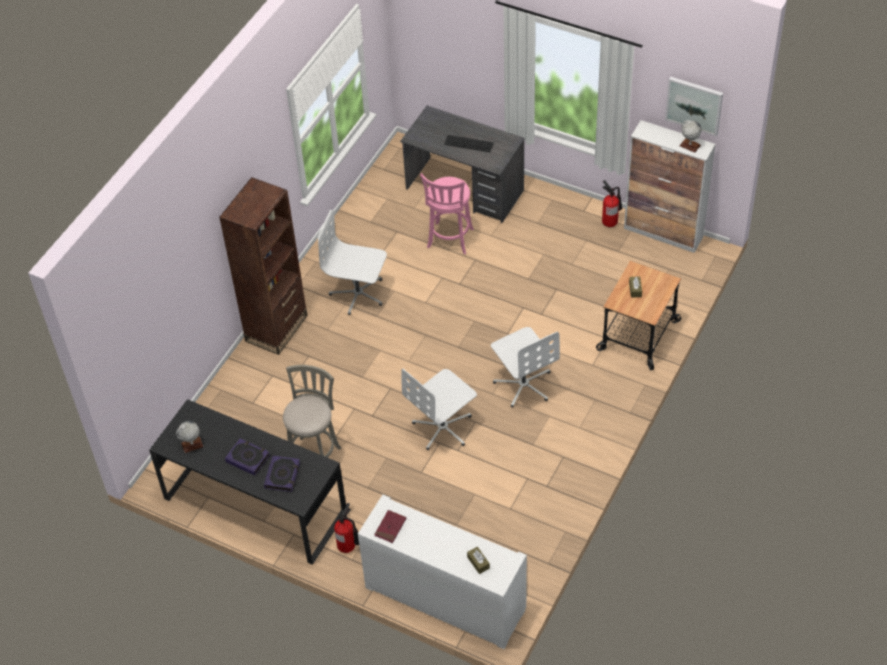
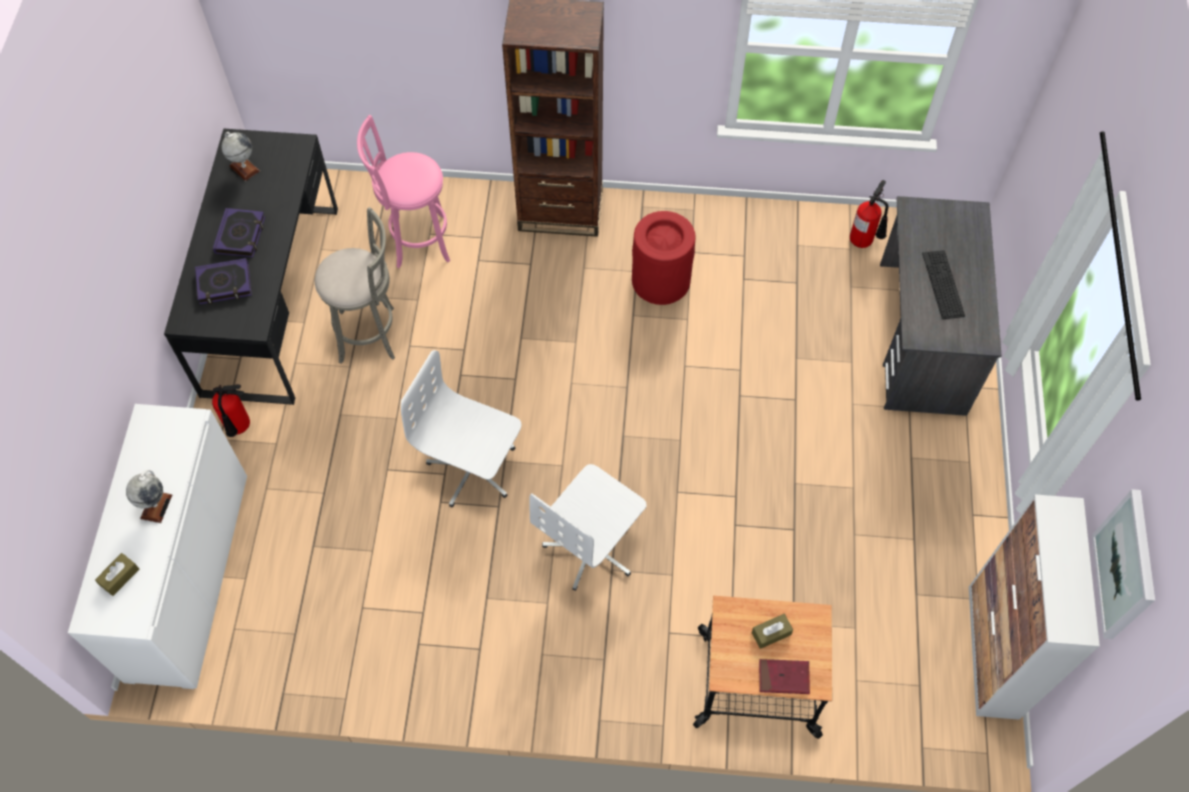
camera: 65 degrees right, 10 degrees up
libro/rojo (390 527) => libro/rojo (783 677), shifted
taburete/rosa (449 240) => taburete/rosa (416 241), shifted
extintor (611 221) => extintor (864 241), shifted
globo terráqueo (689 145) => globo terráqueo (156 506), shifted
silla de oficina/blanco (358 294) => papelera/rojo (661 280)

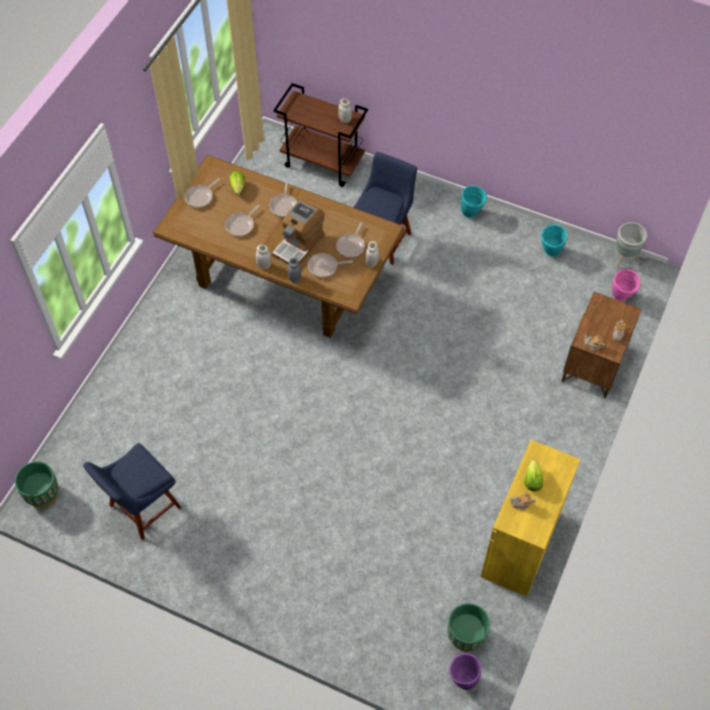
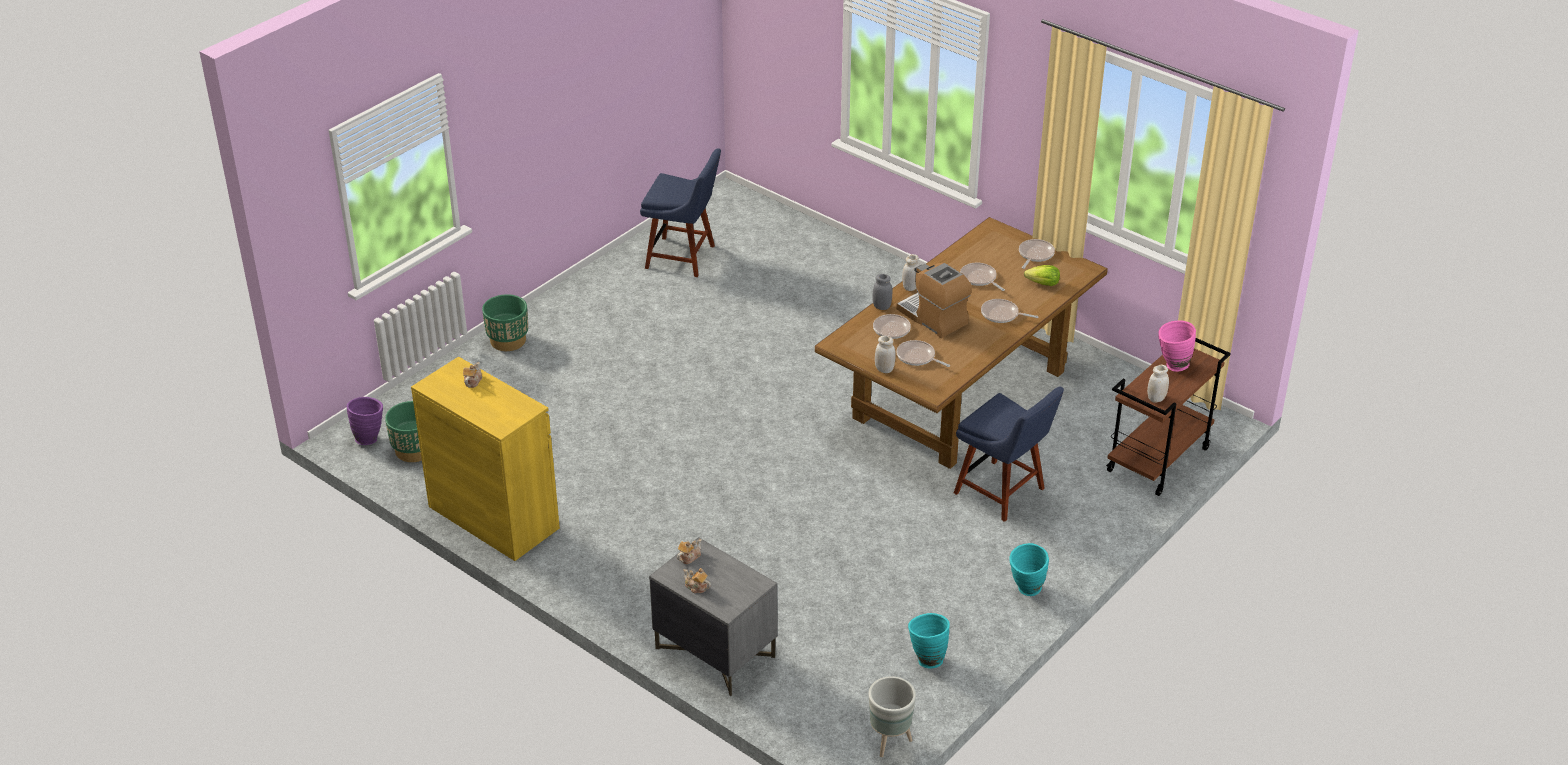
camera: 105 degrees right, 20 degrees down
lechuga (532 481) => nothing
maceta/verde (42 494) => maceta/verde (508 341), shifted
florero/rosa (621 298) => florero/rosa (1172 366), shifted
mesita de noche/marrón (594 364) => mesita de noche/gris (714 652)
silla/azul (142 509) => silla/azul (684 257), 135 degrees clockwise
sartén (200 197) => sartén (1035 255), 60 degrees clockwise

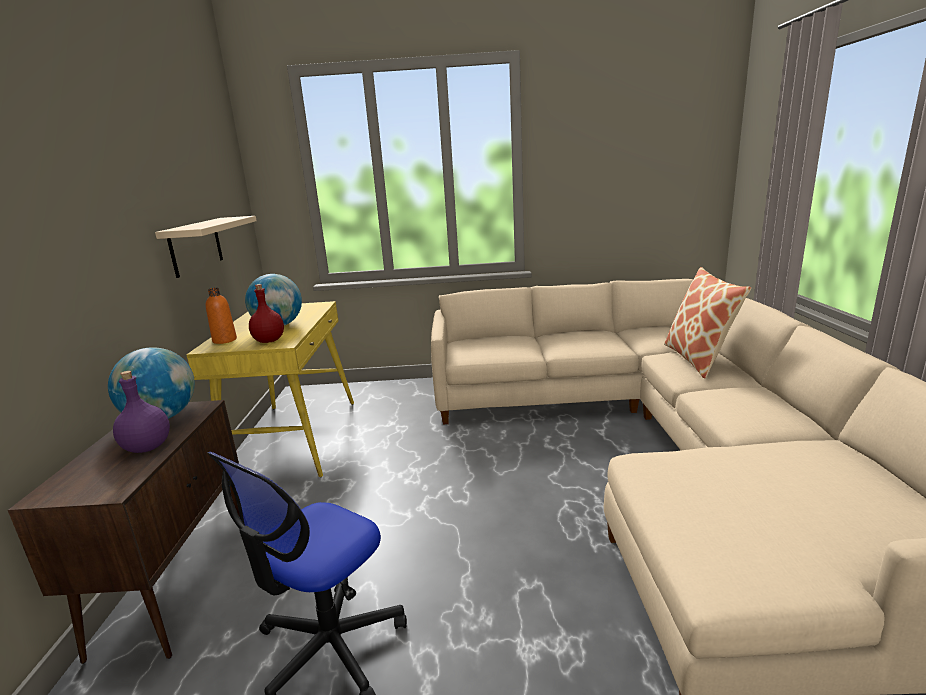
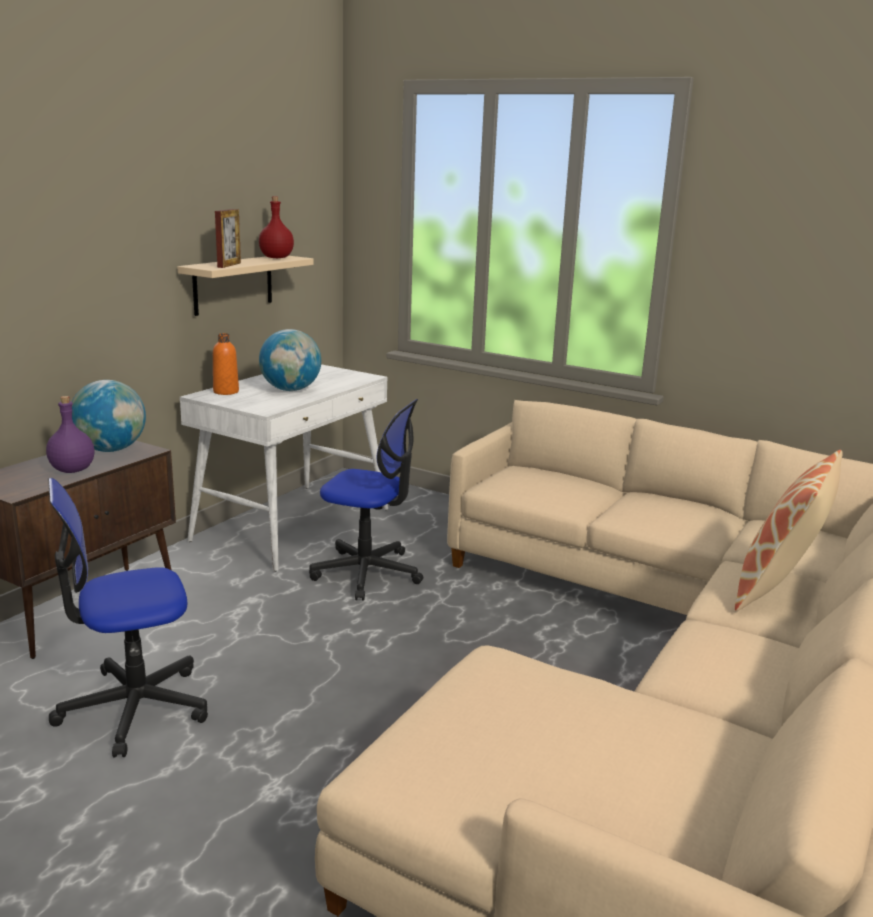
camera: 30 degrees right, 0 degrees up
nothing => portarretratos (229 265)
nothing => silla de oficina (367 573)
botella/rojo (268 341) => botella/rojo (276 258), shifted
escritorio/amarillo (294 438) => escritorio/blanco (293 524)

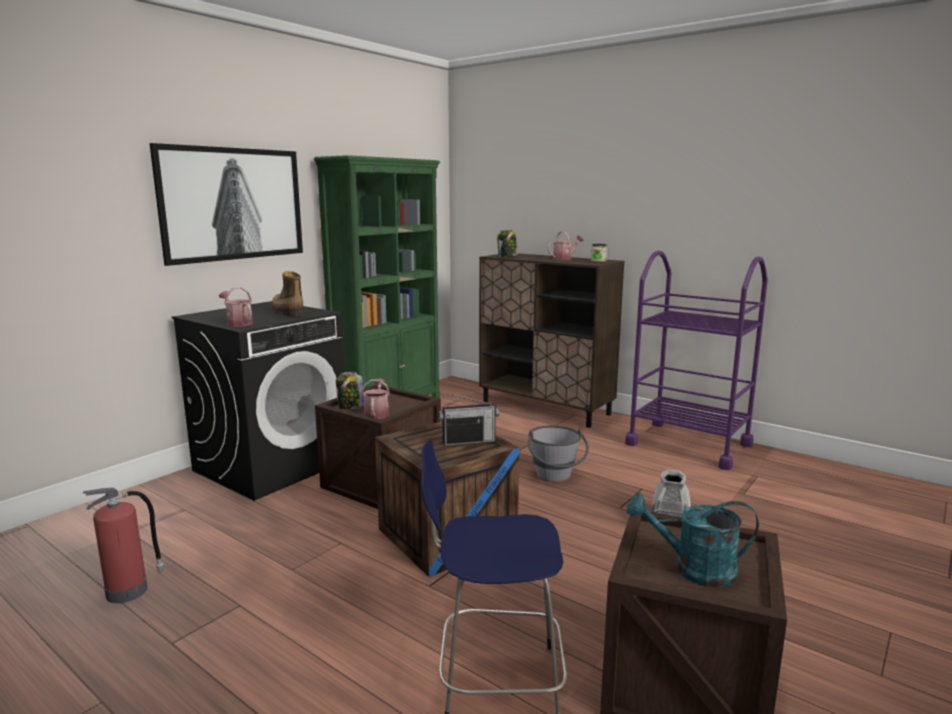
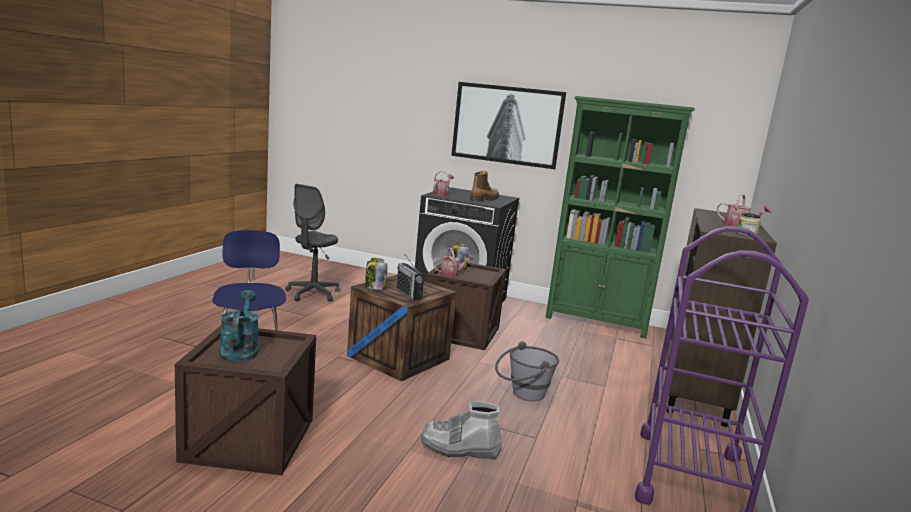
camera: 70 degrees right, 0 degrees up
tarro (507 256) => tarro (374 288), shifted
extintor (129 590) => silla de oficina/gris (313 294)

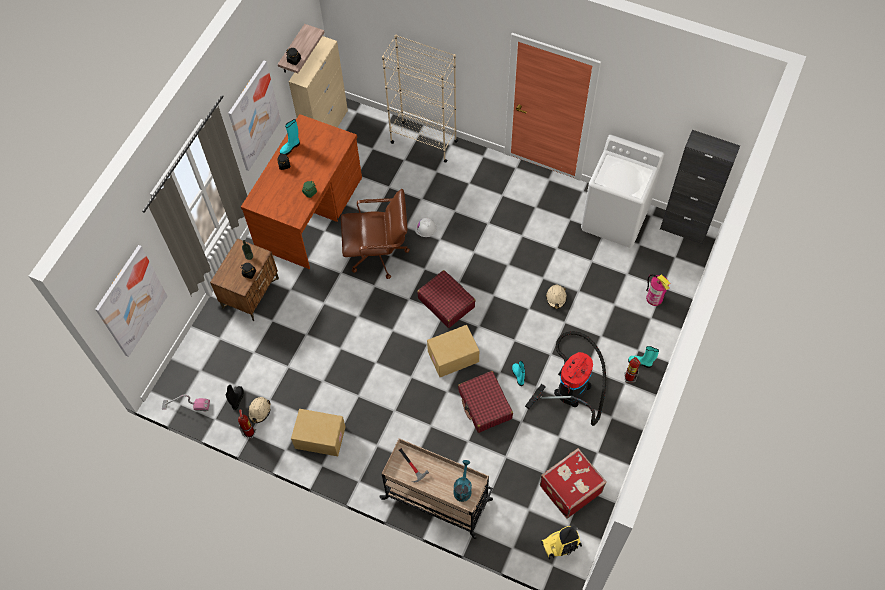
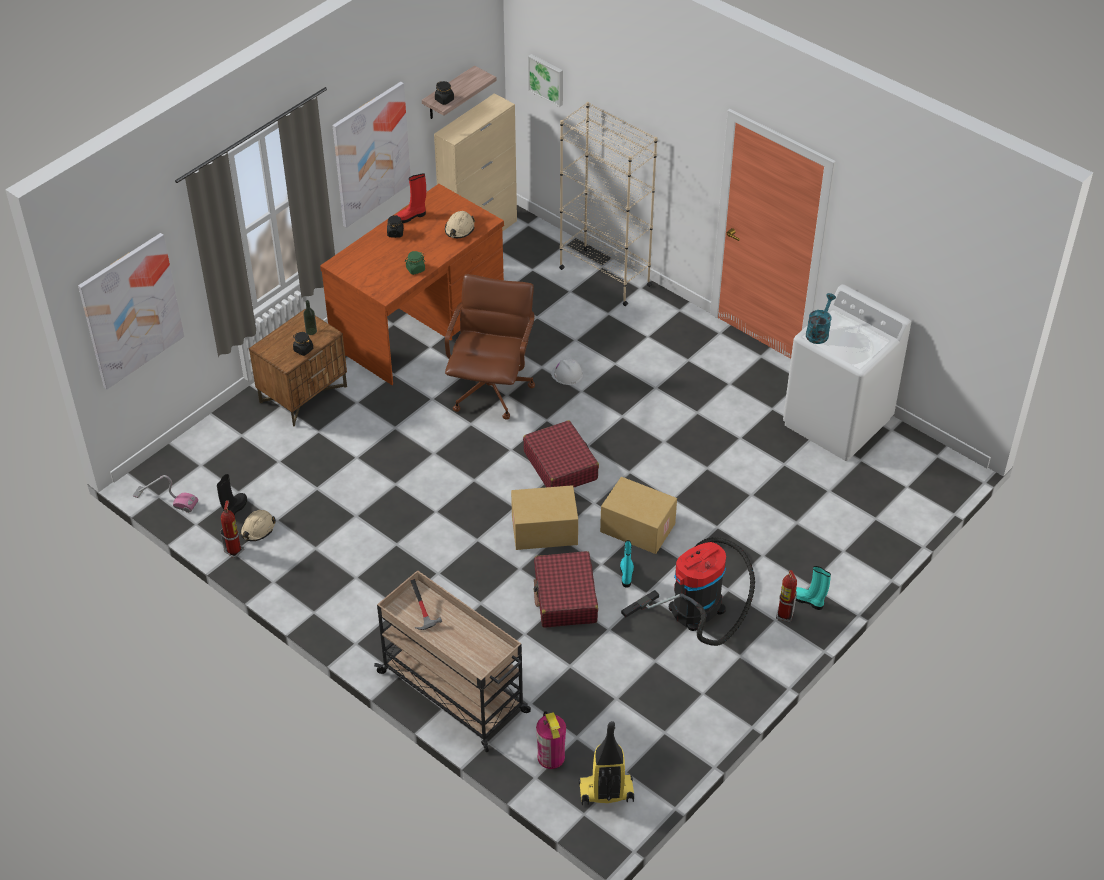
camera: 15 degrees right, 15 degrees down
maleta/rojo (569 488) => nothing
armario/negro (684 229) => nothing
nothing => cuadro (547 79)
caja de cartón (319 438) => caja de cartón (636 528), shifted
regadera/turquesa (462 488) => regadera/turquesa (818 332), shifted
casco/beis (556 298) => casco/beis (459 229), shifted
extintor (654 298) => extintor (551 757), shifted
bota/turquesa (290 148) => bota/rojo (411 216)
silla de oficina/marrón (378 254) => silla de oficina/marrón (491 389), 90 degrees counterclockwise

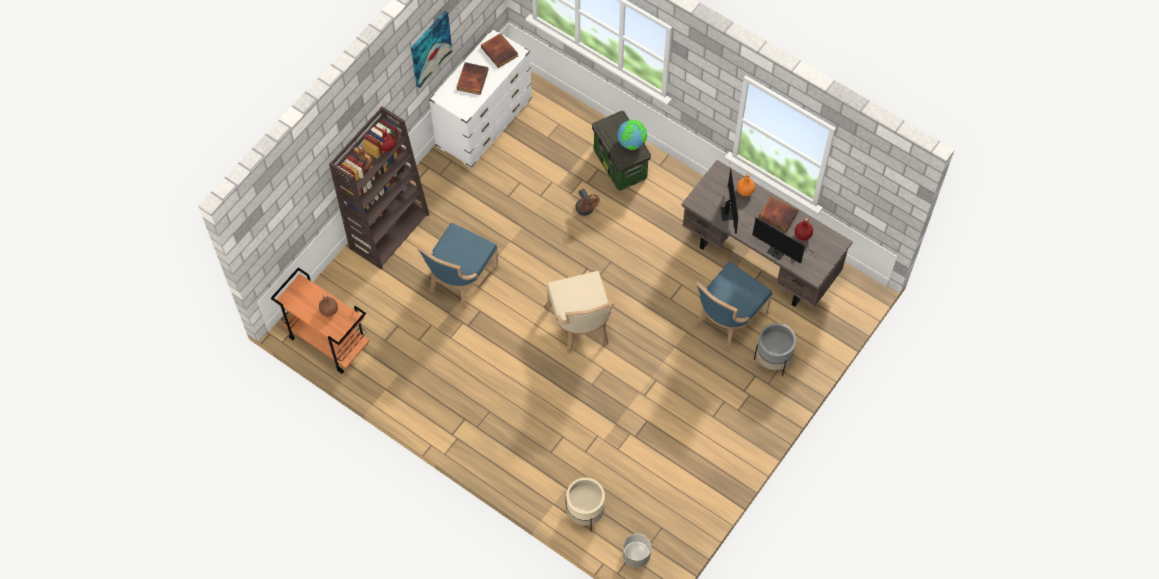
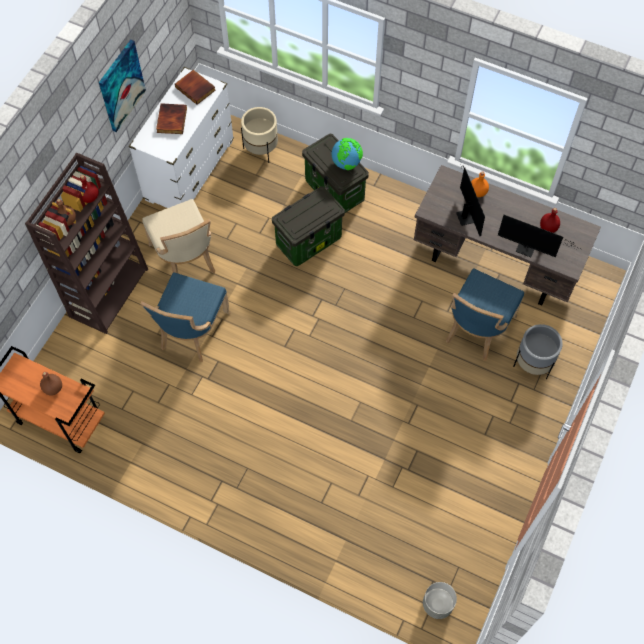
camera: 10 degrees left, 0 degrees up
libro (779 214) => nothing
silla/beis (581 326) => silla/beis (185 259), shifted
maceta/beis (585 513) => maceta/beis (261 149), shifted
ventilador/marrón (586 210) => caja de almacenaje (309 241)

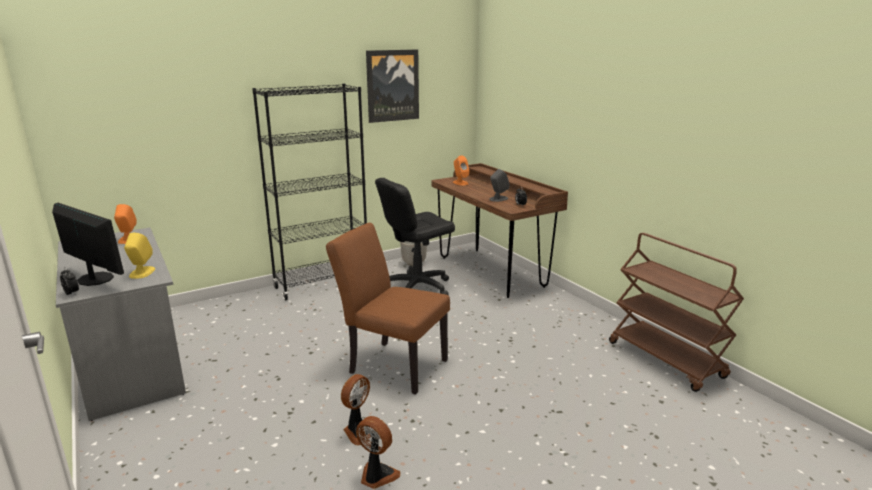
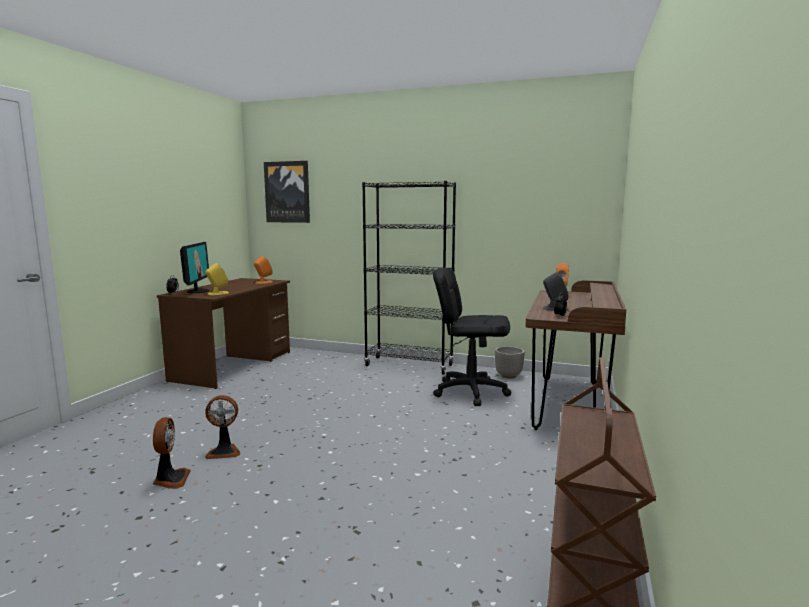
camera: 50 degrees right, 10 degrees down
silla/marrón (392 364) => nothing
cuadro (392 85) => cuadro (287 192), shifted
escritorio/gris (131 363) => escritorio/marrón (234 366)

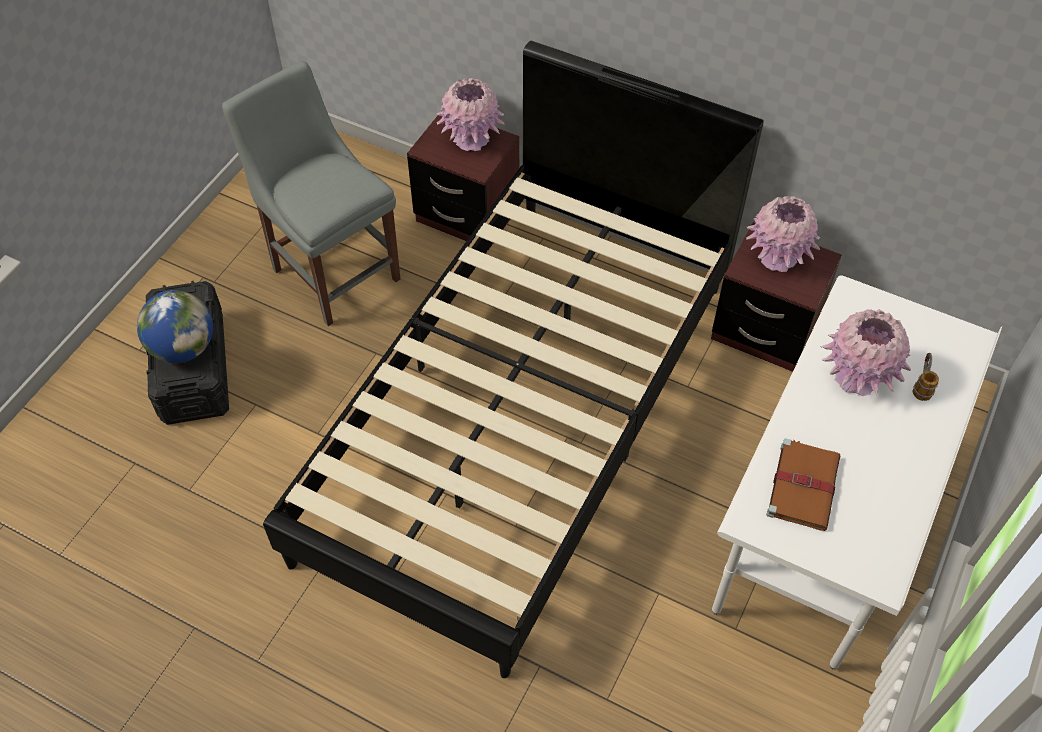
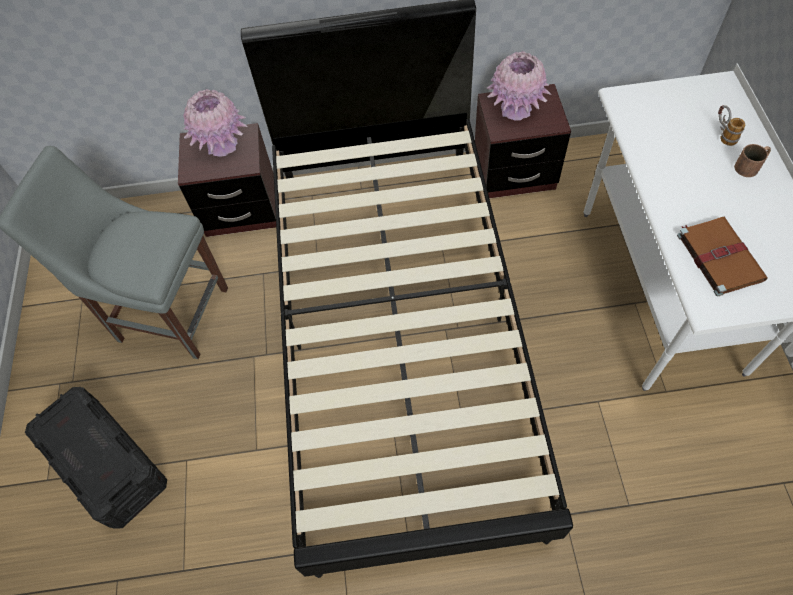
camera: 30 degrees left, 5 degrees up
globo terráqueo (183 348) => nothing
florero/rosa (857 377) => nothing
nothing => taza grande/marrón (751 166)

